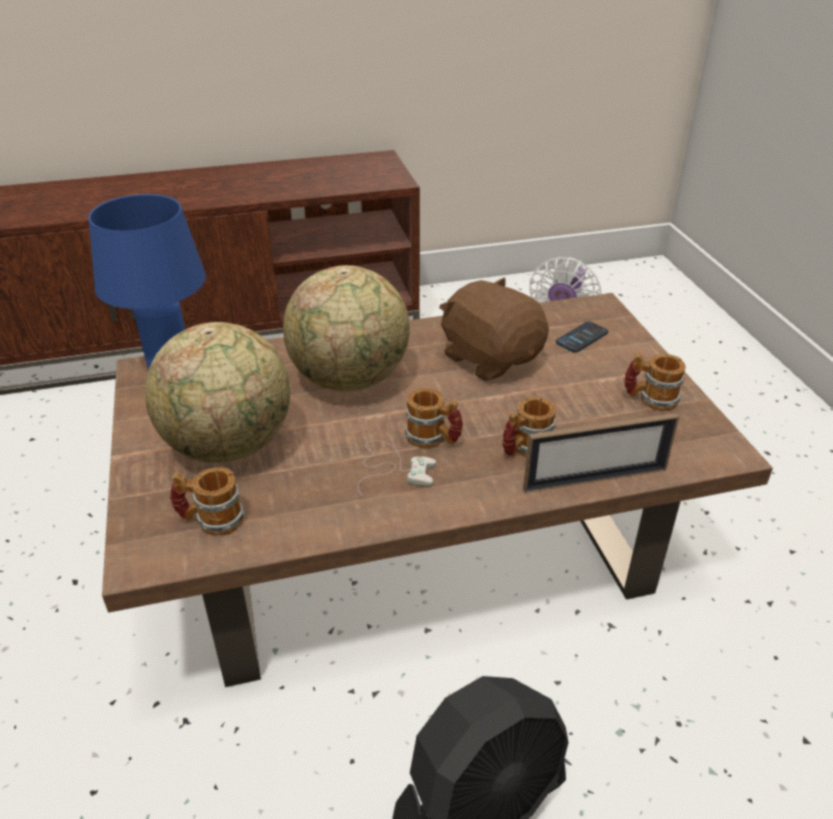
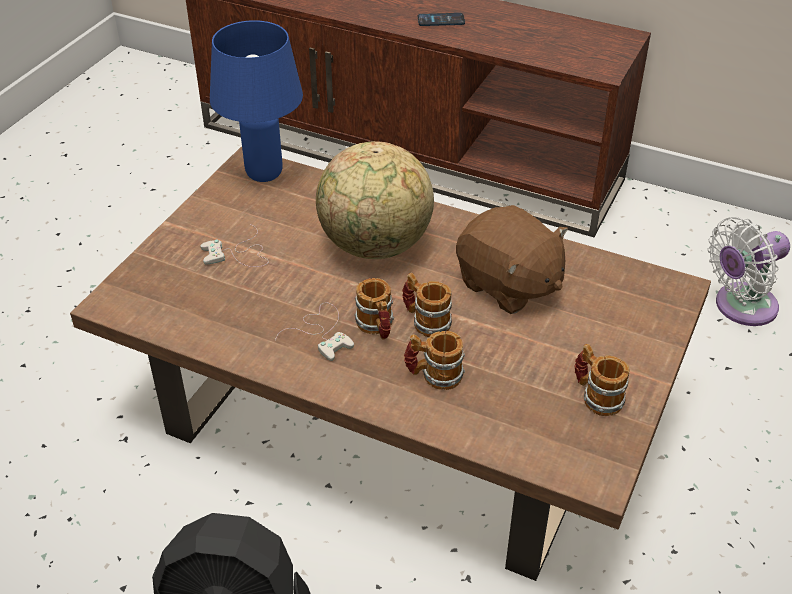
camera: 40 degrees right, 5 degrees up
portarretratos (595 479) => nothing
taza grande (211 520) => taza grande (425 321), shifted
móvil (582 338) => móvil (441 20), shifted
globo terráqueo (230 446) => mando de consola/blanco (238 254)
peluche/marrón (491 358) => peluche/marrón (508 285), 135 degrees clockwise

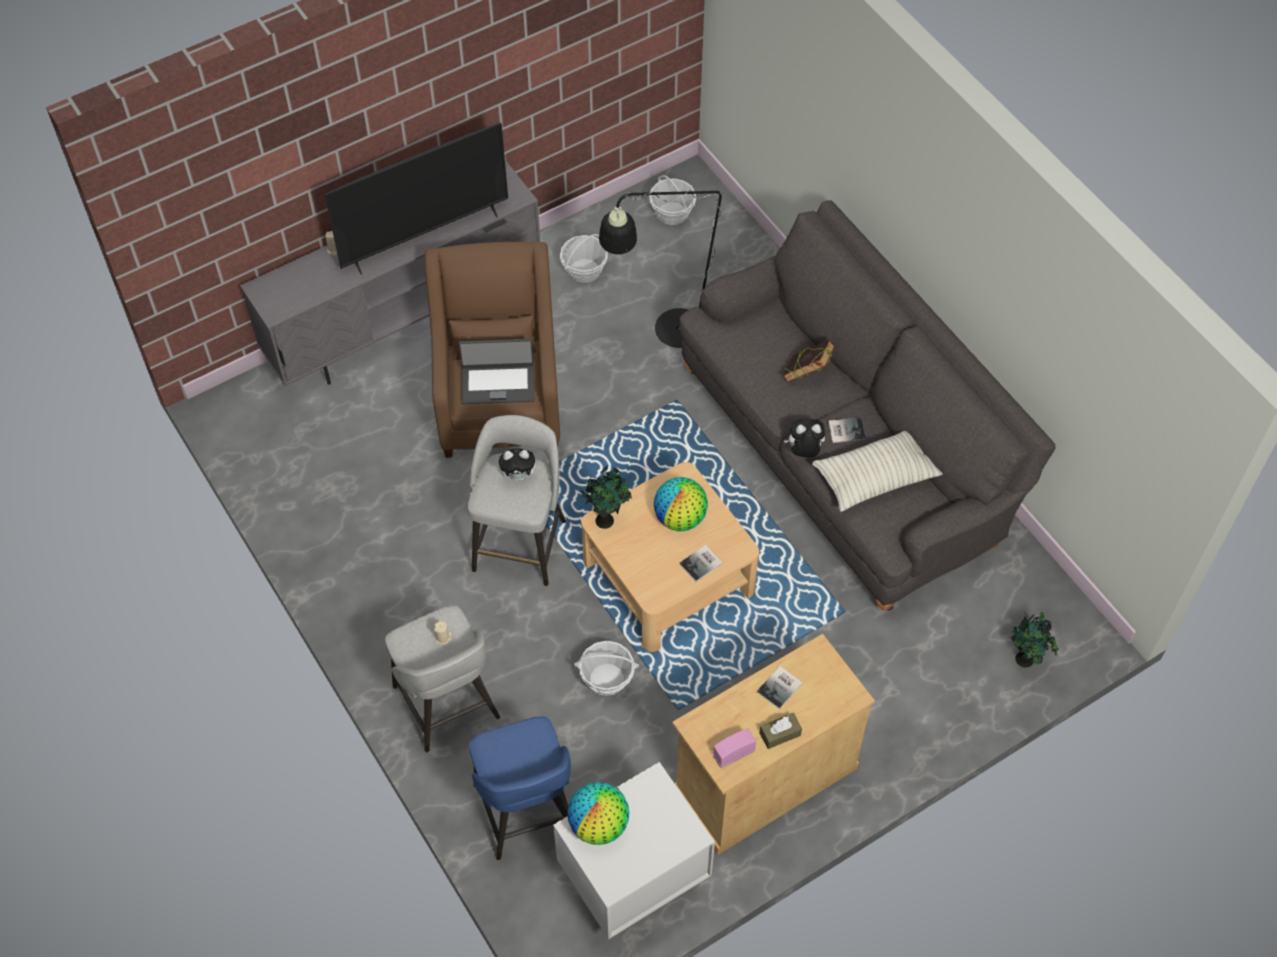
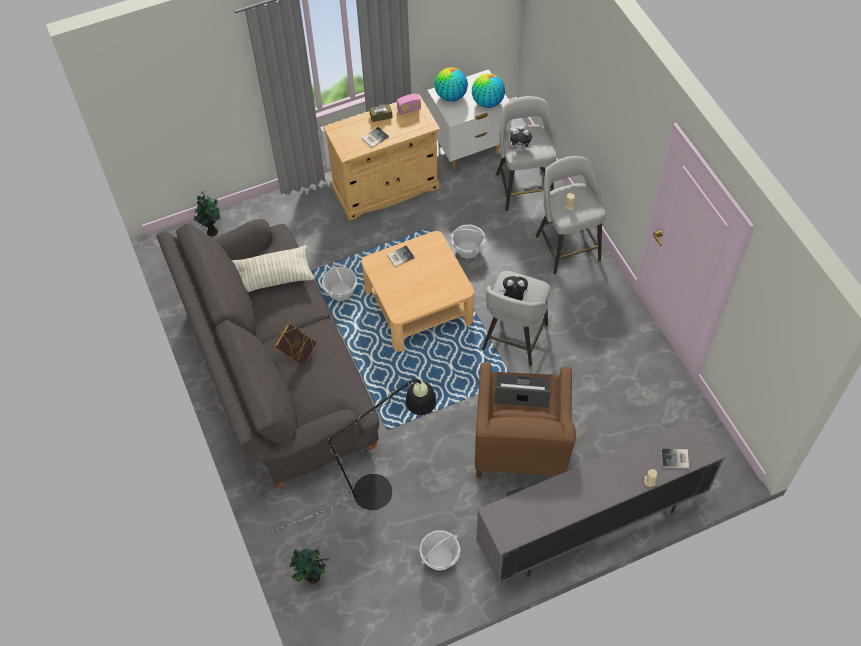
camera: 170 degrees left, 0 degrees up
televisor (425 238) => nothing
planta en maceta (606 519) => planta en maceta (312 577), shifted
cesta (672 213) => cesta (341 292), shifted
globo terráqueo (680 518) => globo terráqueo (450 96), shifted
peluche (804 451) => peluche (520 149), shifted
libro (845 430) => libro (676 459), shifted
taburete/azul (526 813) => taburete/gris (524 187)

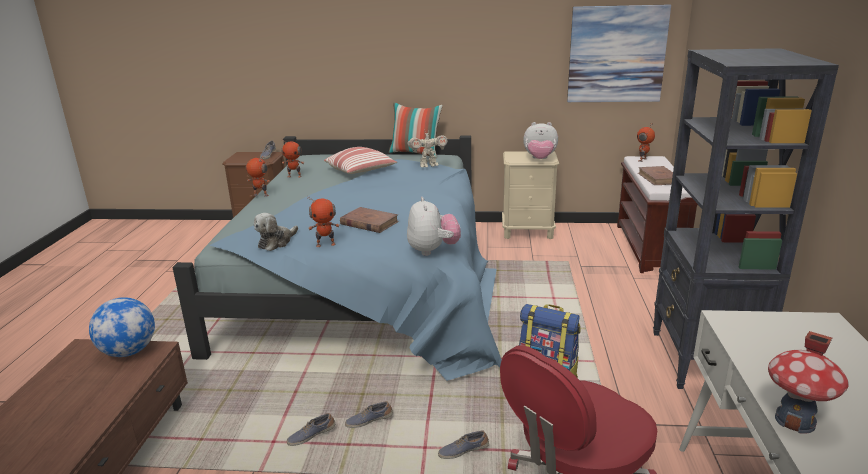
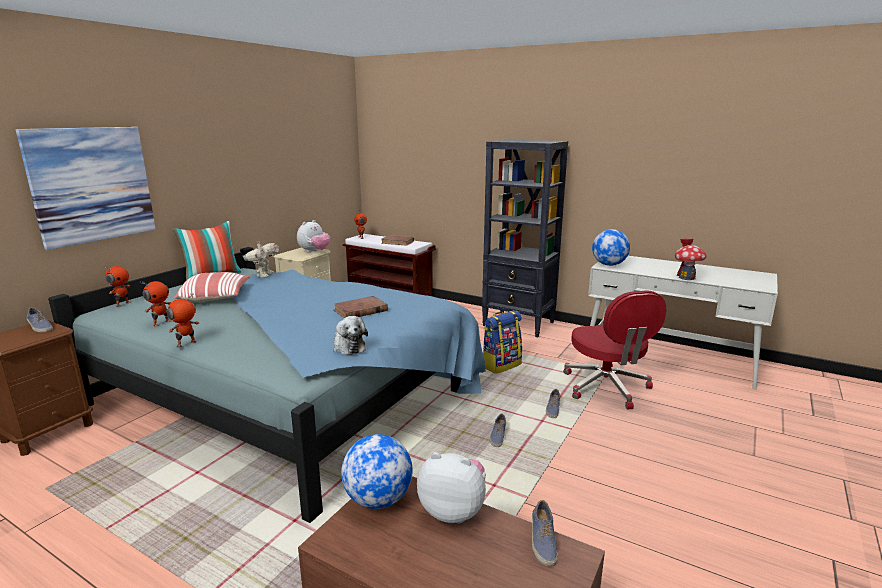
camera: 65 degrees left, 5 degrees down
nothing => globo terráqueo (609 265)
zapato (311 436) => zapato (542 541), shifted
robot de juguete (325 244) => robot de juguete (122 304), shifted
peluche (433 250) => peluche (453 510), shifted
cuadro (616 54) => cuadro (92 185), shifted

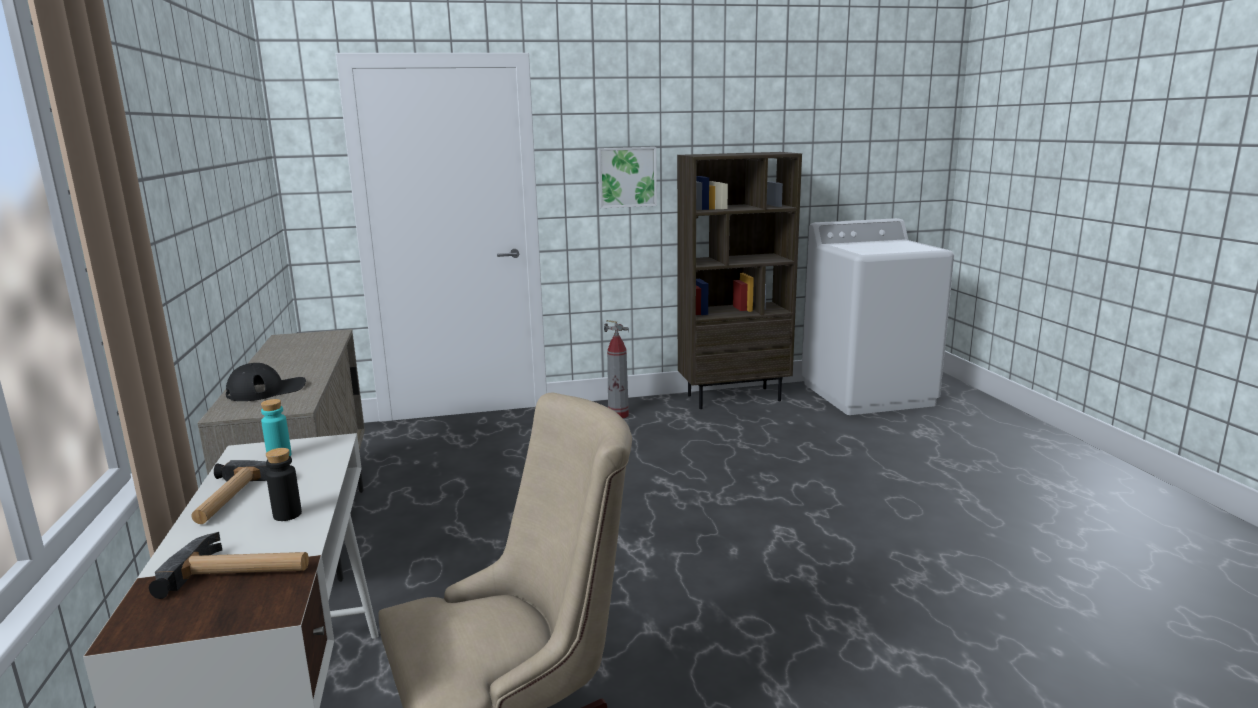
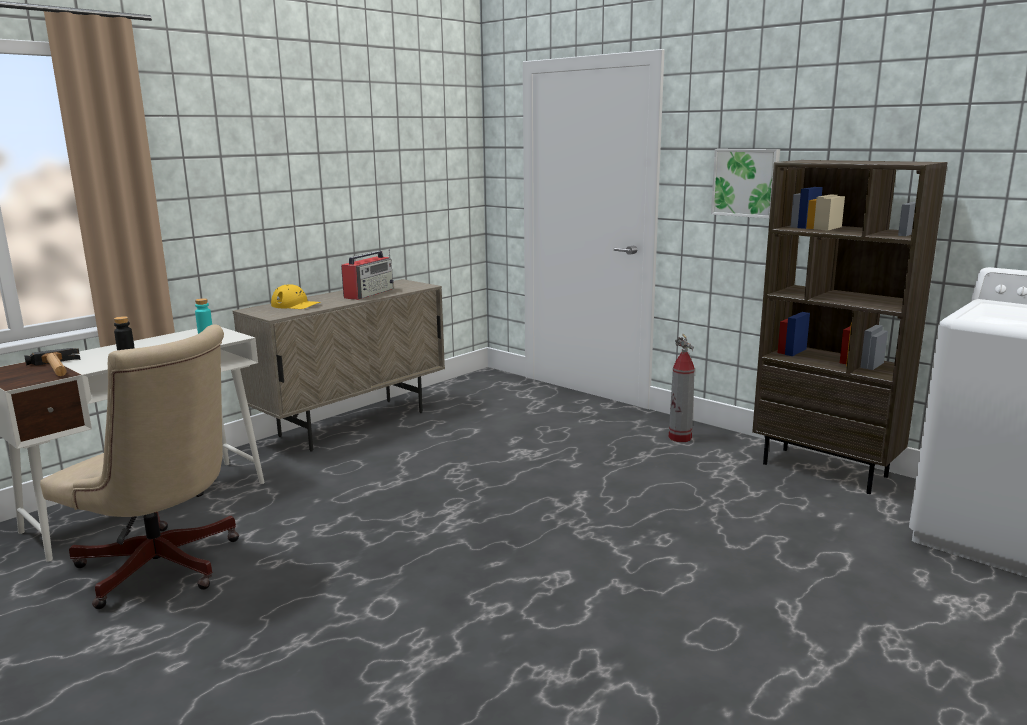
camera: 55 degrees right, 0 degrees up
martillo (231 498) => nothing
nothing => radio (369 293)
gorra/negro (267 390) => gorra/amarillo (295 305)

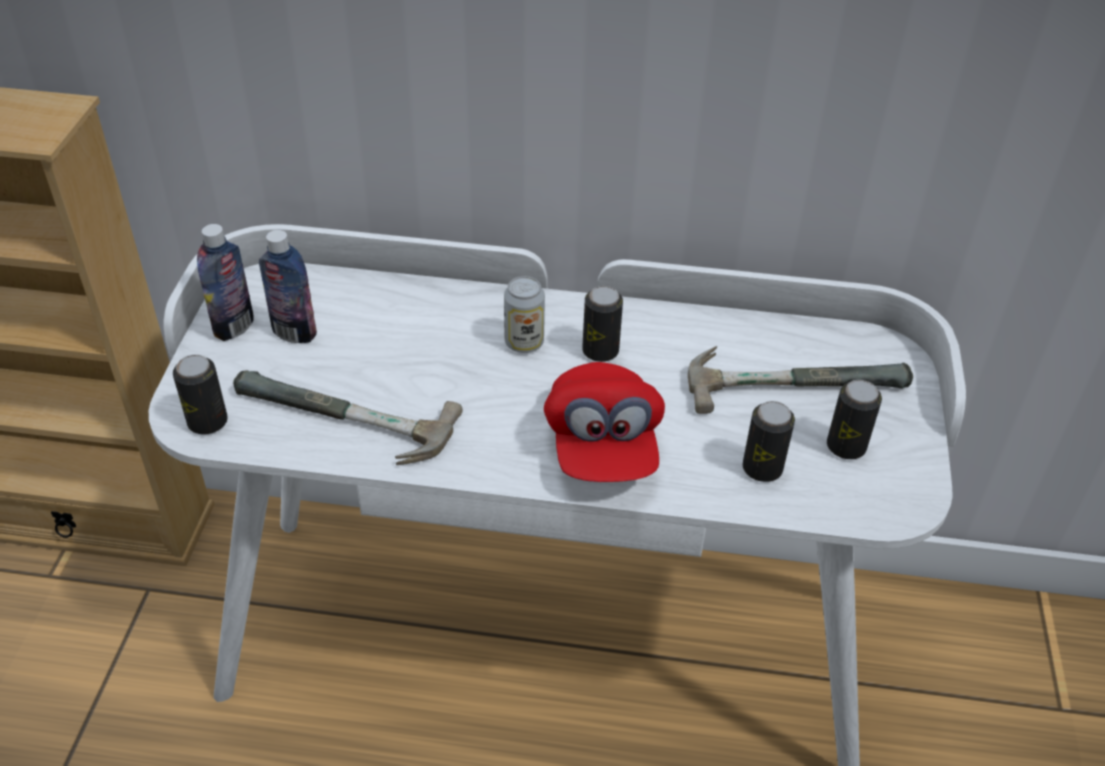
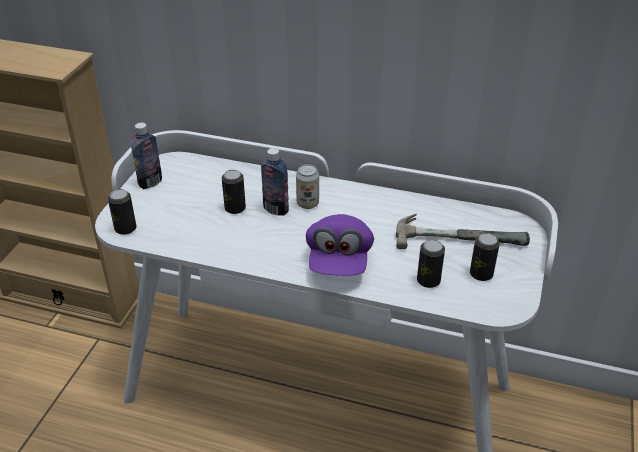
camera: 10 degrees right, 5 degrees down
martillo (338 424) => nothing
botella (294 333) => botella (276 209), shifted
lata (600 351) => lata (235 208), shifted
gorra/rojo (602 446) => gorra/morado (339 260)

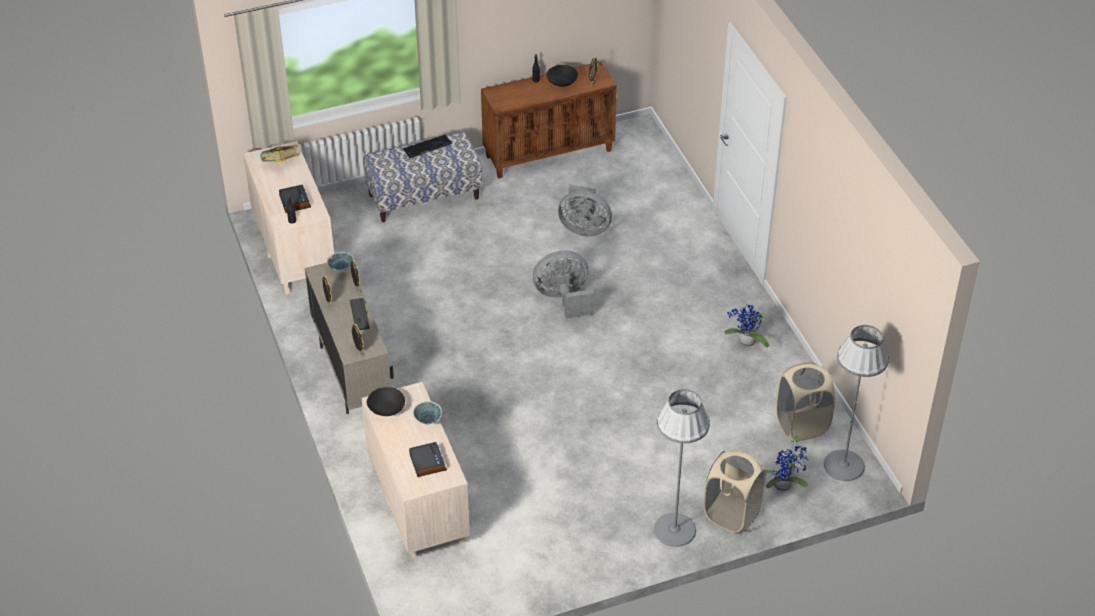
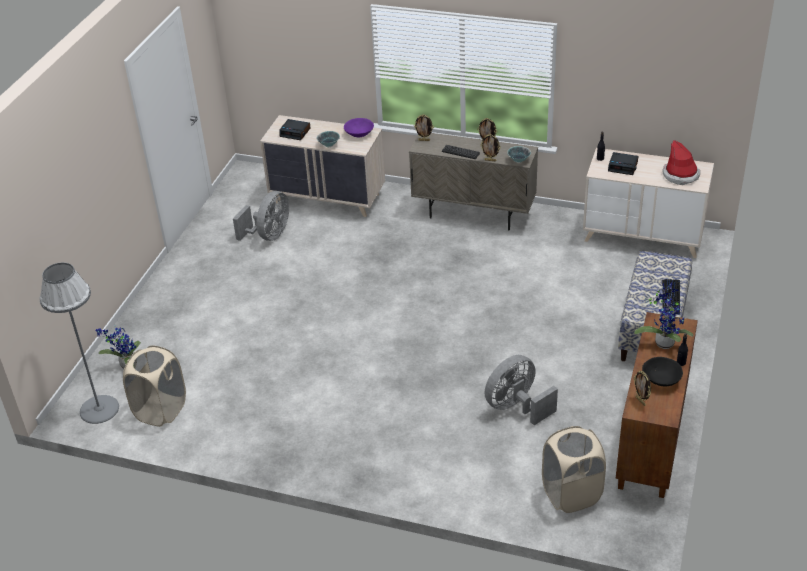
camera: 130 degrees right, 5 degrees down
lámpara de pie/gris (675 530) => nothing
ventilador/gris (564 299) => ventilador/gris (269 235), shifted
cesto de la ropa/beis (731 514) => cesto de la ropa/beis (571 494), shifted
planta en maceta (745 342) => planta en maceta (663 341), shifted
libro (281 164) => sombrero (680 175)
cuenco/negro (386 409) => cuenco/morado (359 134)

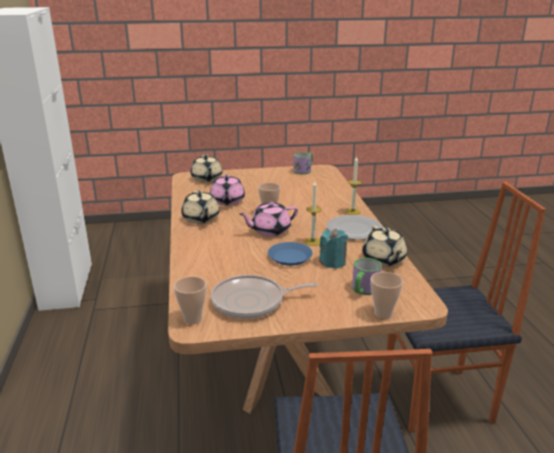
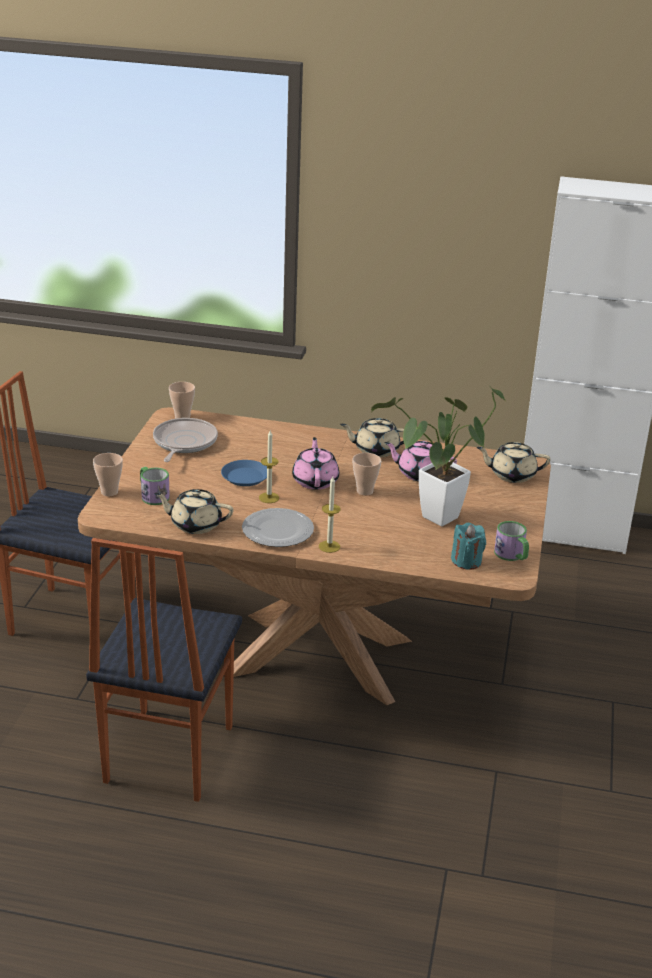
camera: 110 degrees right, 5 degrees up
nothing => planta en maceta (434 520)
vela/turquesa (333 262) => vela/turquesa (466 561), shifted

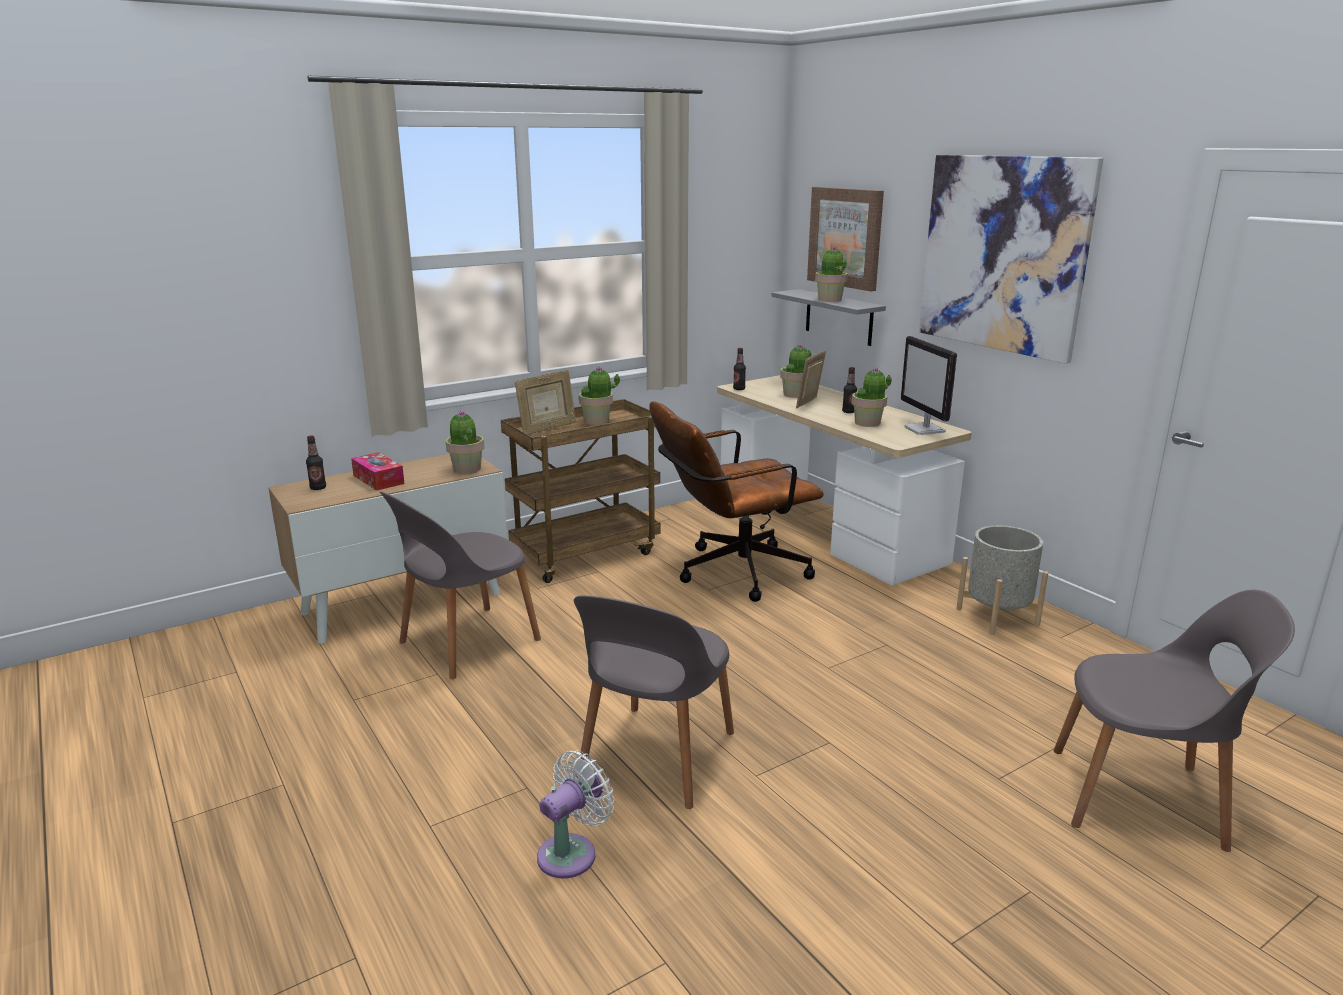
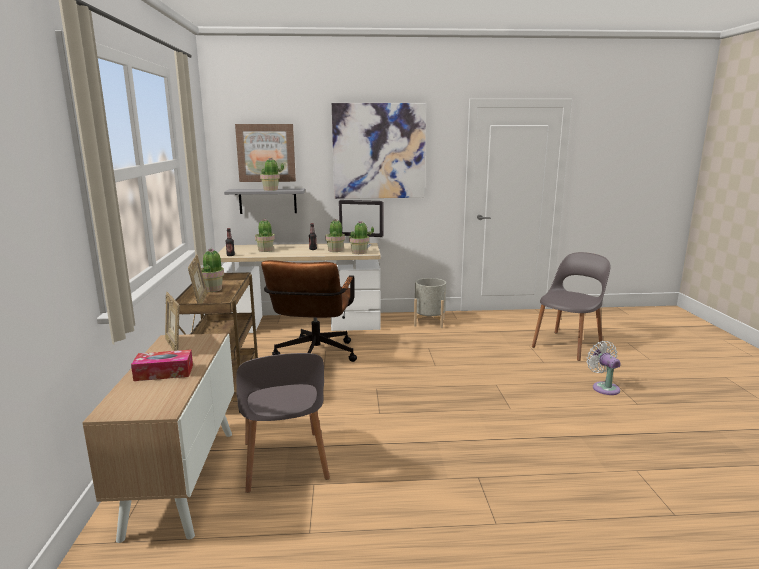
camera: 60 degrees left, 5 degrees down
botella (318 488) => nothing
silla/gris (656 758) => nothing
planta en maceta (466 469) => planta en maceta (359 252), shifted
ventilador/blanco (572 852) => ventilador/blanco (604 387), shifted
portarretratos (809 404) => portarretratos (174 346), shifted

